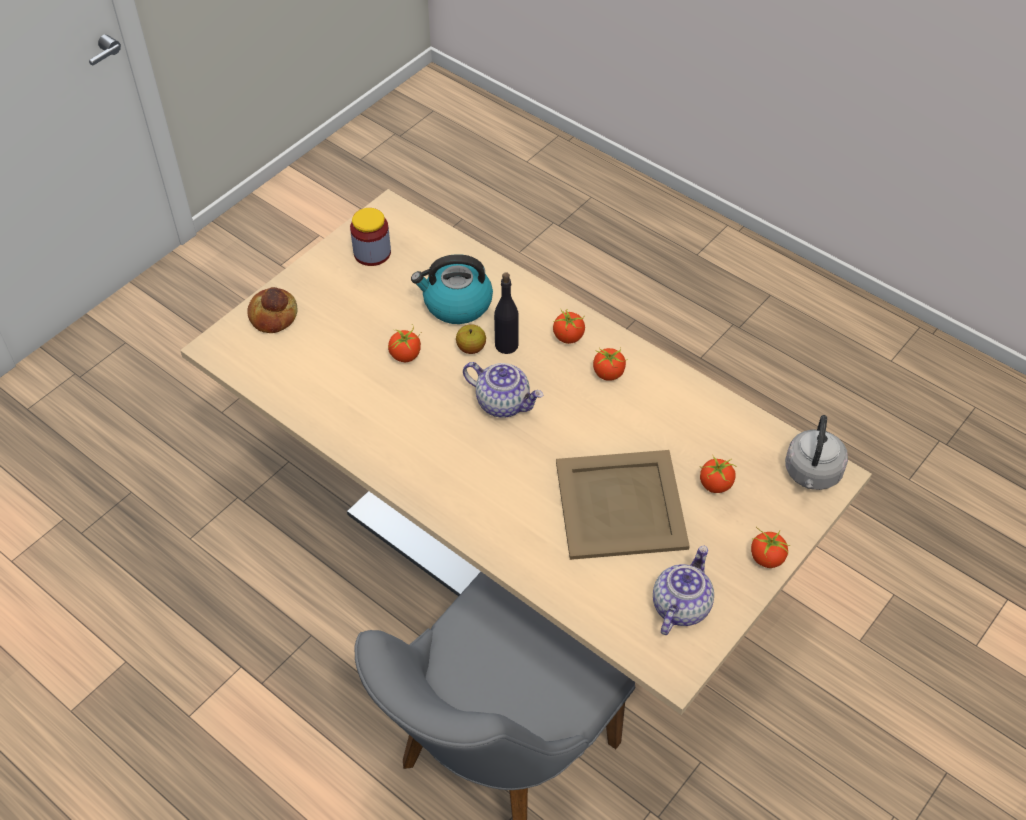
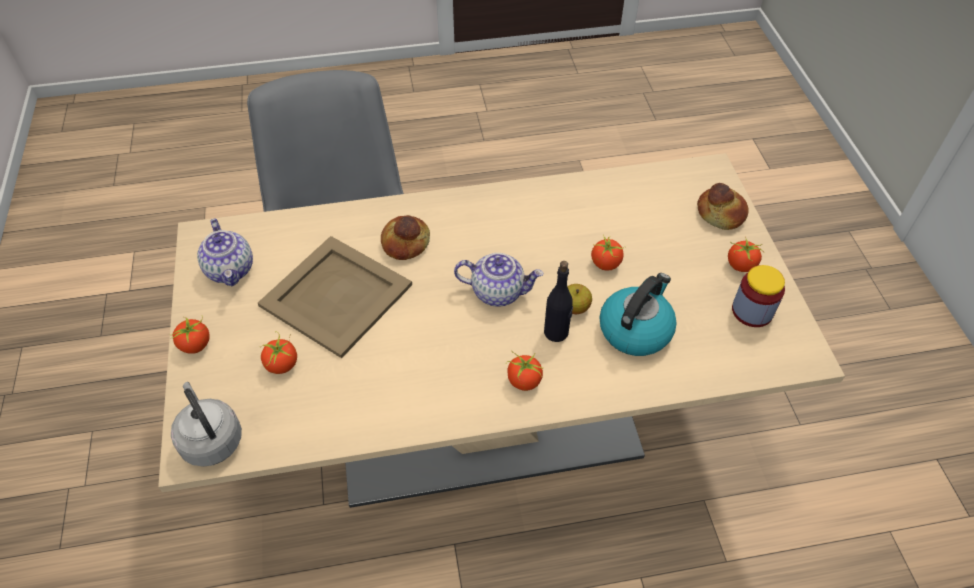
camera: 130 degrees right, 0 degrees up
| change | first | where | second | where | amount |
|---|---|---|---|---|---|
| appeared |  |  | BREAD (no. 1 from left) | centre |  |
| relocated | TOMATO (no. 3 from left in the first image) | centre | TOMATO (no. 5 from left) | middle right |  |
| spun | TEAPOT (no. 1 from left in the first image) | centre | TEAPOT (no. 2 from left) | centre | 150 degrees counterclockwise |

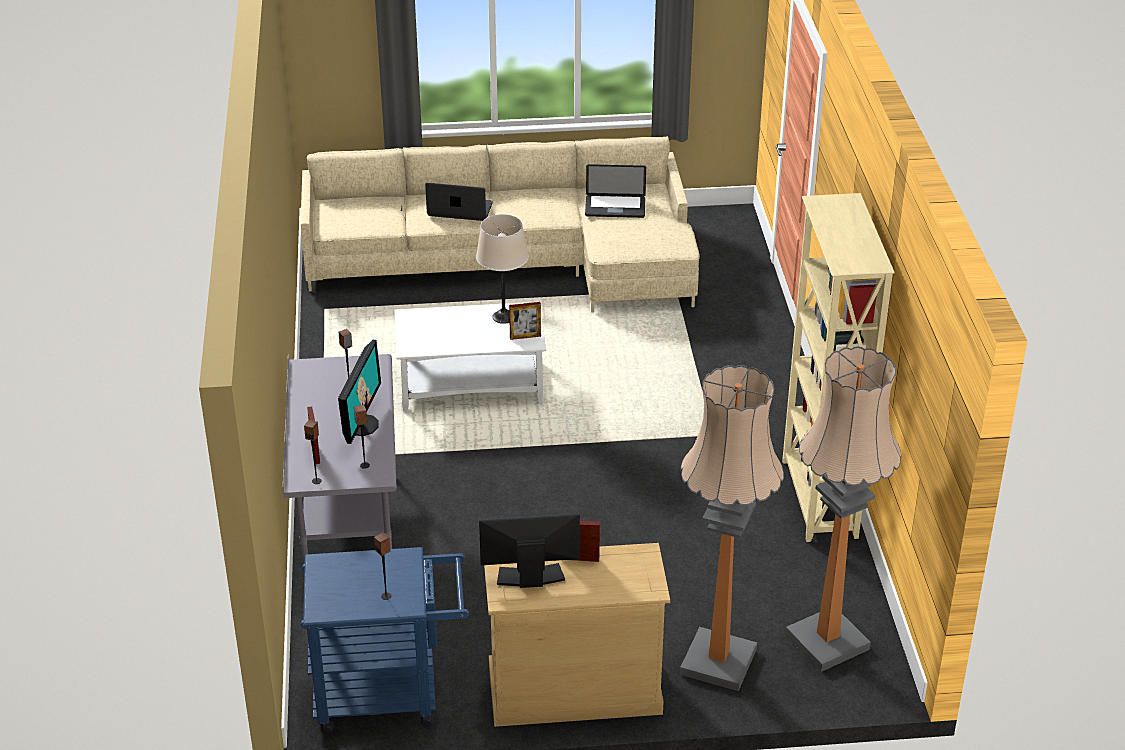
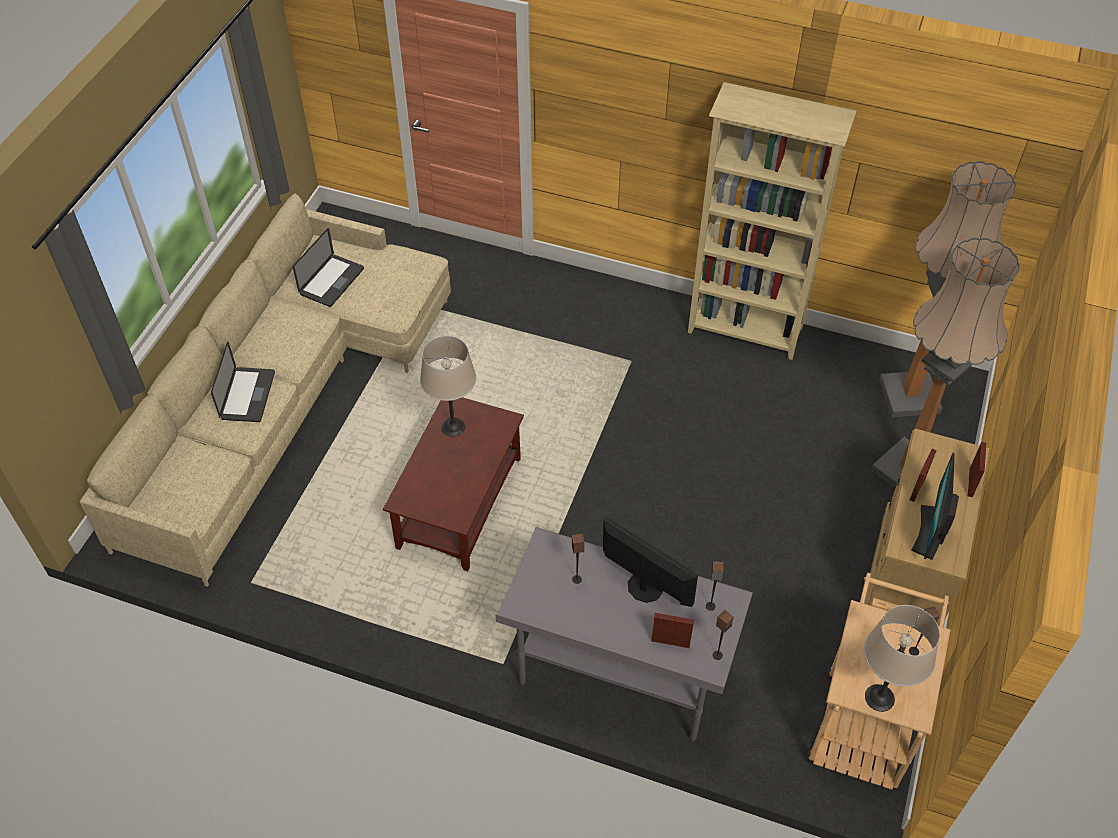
camera: 65 degrees left, 15 degrees up
| change | first | where | second | where | amount |
|---|---|---|---|---|---|
| appeared |  |  | BEIGE TABLE LAMP (no. 2 from left) | bottom right |  |
| relocated | PICTURE FRAME (no. 2 from left in the first image) | centre | PICTURE FRAME (no. 3 from left) | middle right |  |
| colour | BLUE CART | bottom centre | BEIGE CART | bottom right |  |
| colour | WHITE COFFEE TABLE | centre | BROWN COFFEE TABLE | centre |  |
| spun | LAPTOP (no. 1 from left) | top centre |  | middle left | 150 degrees clockwise |

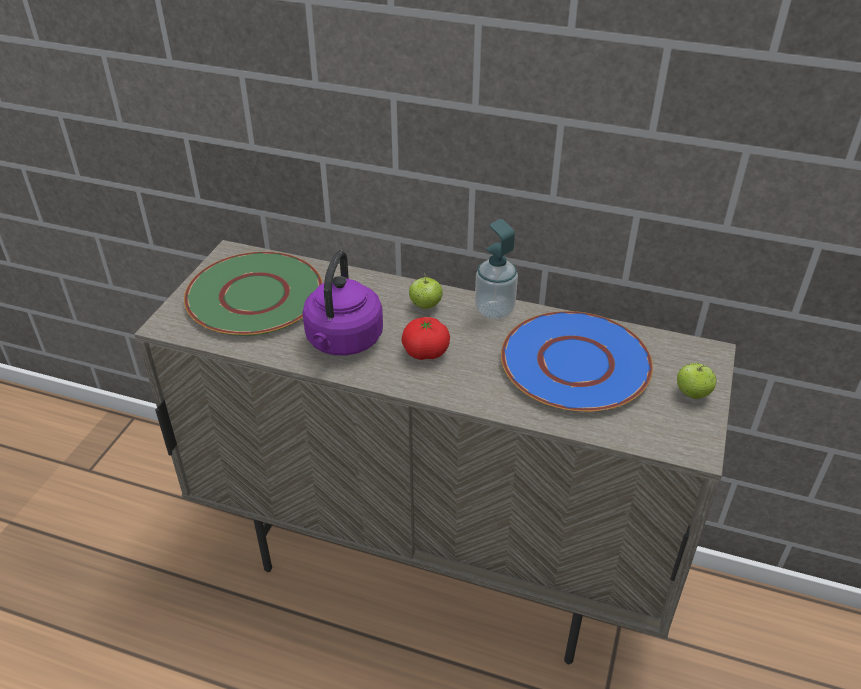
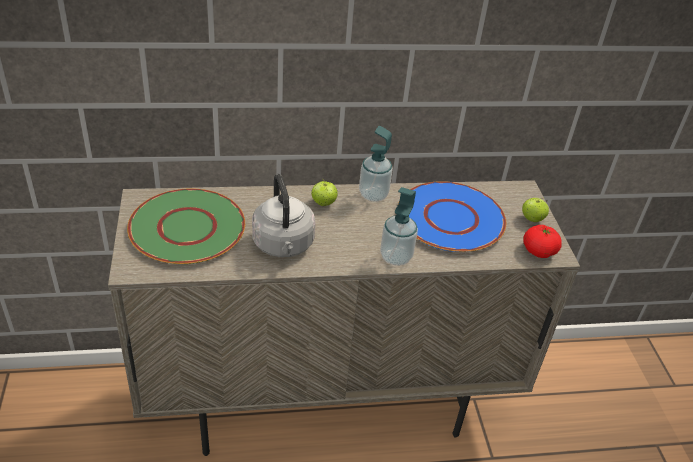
camera: 30 degrees left, 0 degrees up
| change | first | where | second | where | amount |
|---|---|---|---|---|---|
| appeared |  |  | SOAP DISPENSER (no. 2 from left) | centre |  |
| relocated | TOMATO | centre |  | middle right |  |
| colour | PURPLE KETTLE | centre | GREY KETTLE | centre |  |

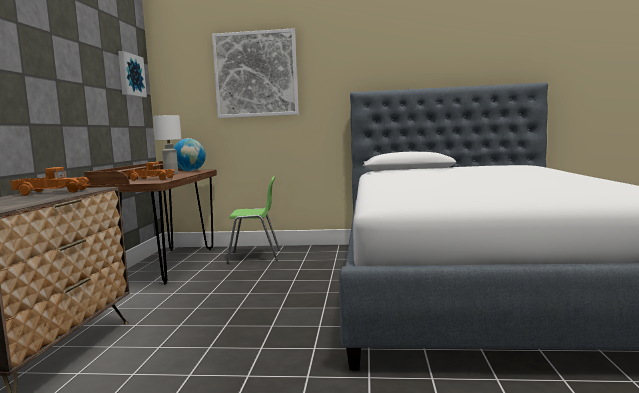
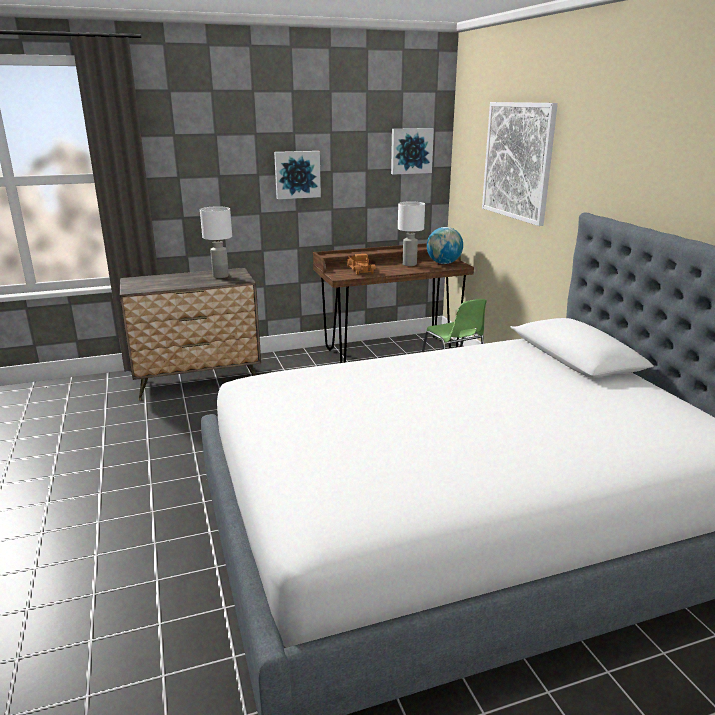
camera: 65 degrees right, 15 degrees up
| change | first | where | second | where | amount |
|---|---|---|---|---|---|
| appeared |  |  | PICTURE (no. 1 from left) | top centre |  |
| exchanged | TOY TRUCK (no. 1 from left) | middle left | WHITE TABLE LAMP (no. 1 from left) | middle left |  |

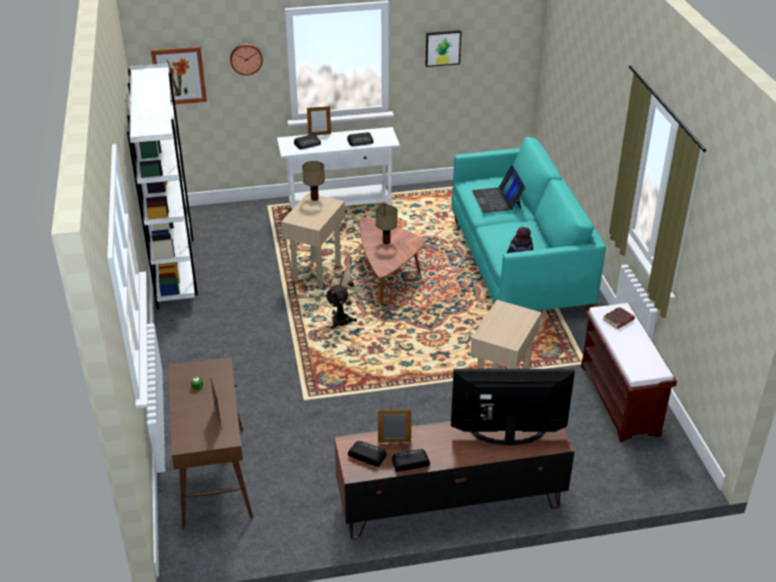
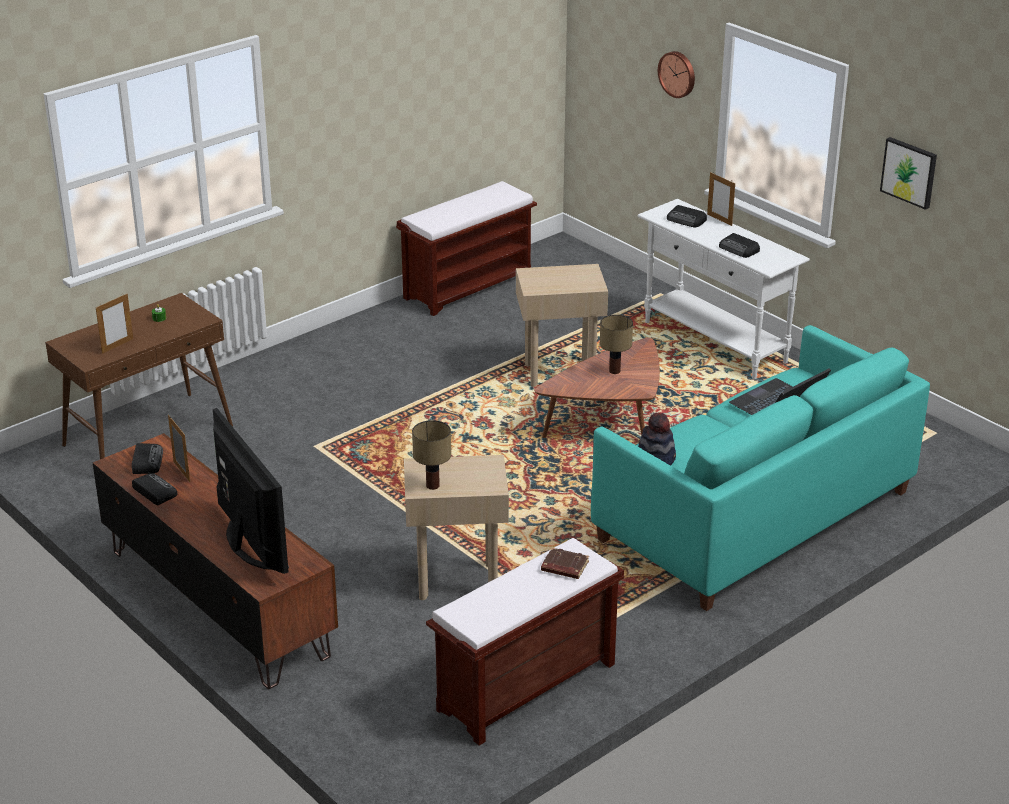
camera: 60 degrees right, 5 degrees down
| change | first | where | second | where | amount |
|---|---|---|---|---|---|
| missing | PICTURE (no. 1 from left) | top left |  |  |  |
| missing | BEIGE FAN | centre |  |  |  |
| relocated | TABLE LAMP (no. 1 from left) | top centre |  | centre |  |
| exchanged | WHITE BOOKCASE | top left | BROWN BENCH (no. 1 from left) | top centre |  |

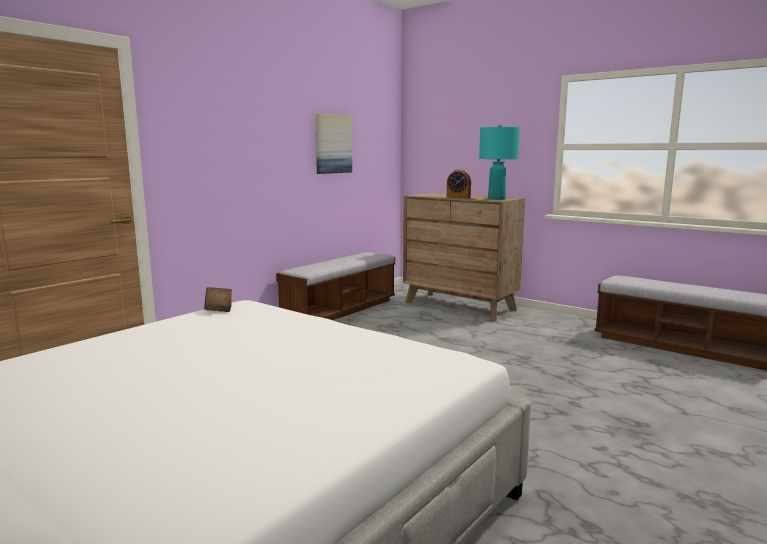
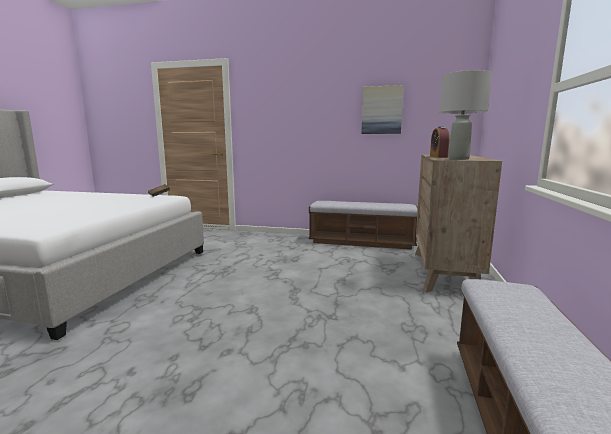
camera: 65 degrees right, 0 degrees up
| change | first | where | second | where | amount |
|---|---|---|---|---|---|
| colour | TURQUOISE TABLE LAMP | top centre | GREY TABLE LAMP | top right |  |

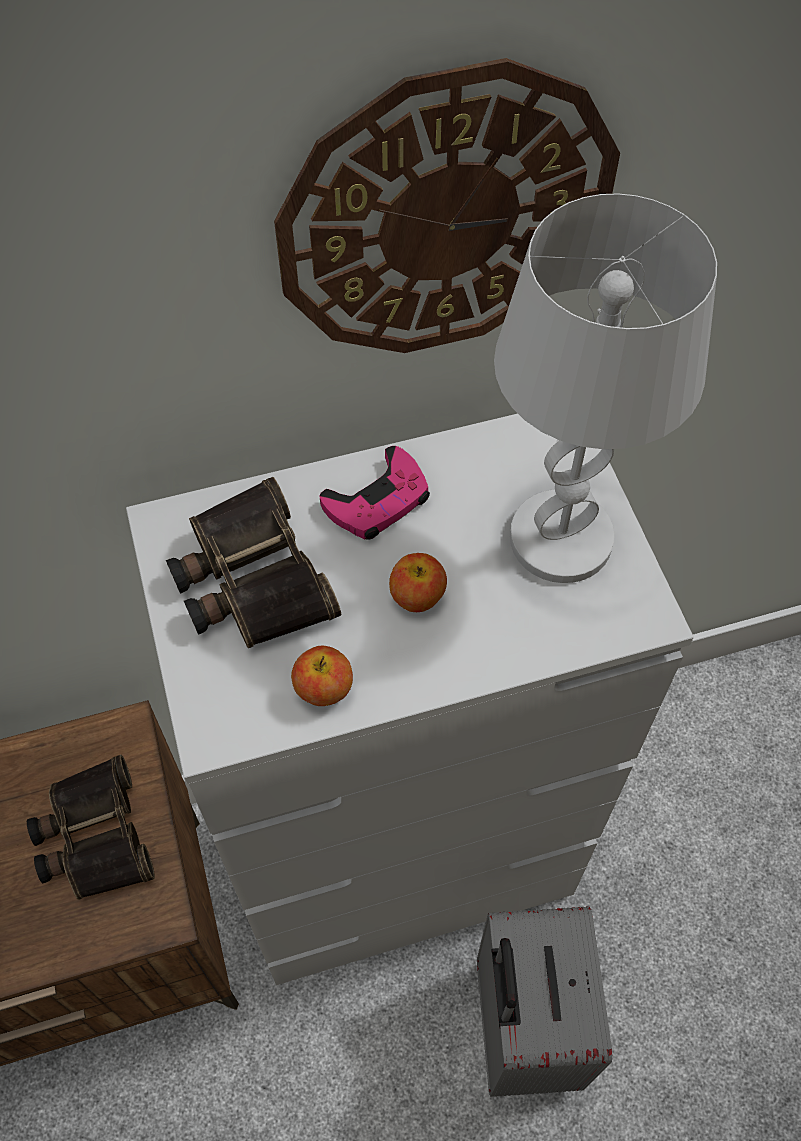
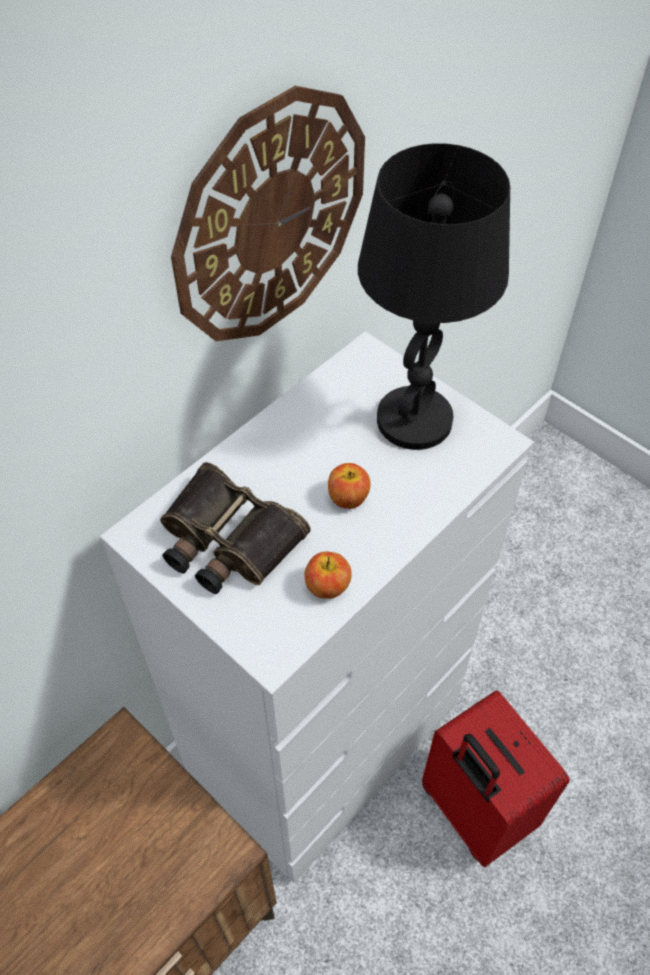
camera: 30 degrees left, 5 degrees down
| change | first | where | second | where | amount |
|---|---|---|---|---|---|
| missing | BINOCULARS (no. 1 from left) | bottom left |  |  |  |
| missing | PINK GAME CONTROLLER | centre |  |  |  |
| colour | GREY SUITCASE | bottom right | RED SUITCASE | bottom right |  |
| colour | WHITE TABLE LAMP | middle right | BLACK TABLE LAMP | top right |  |

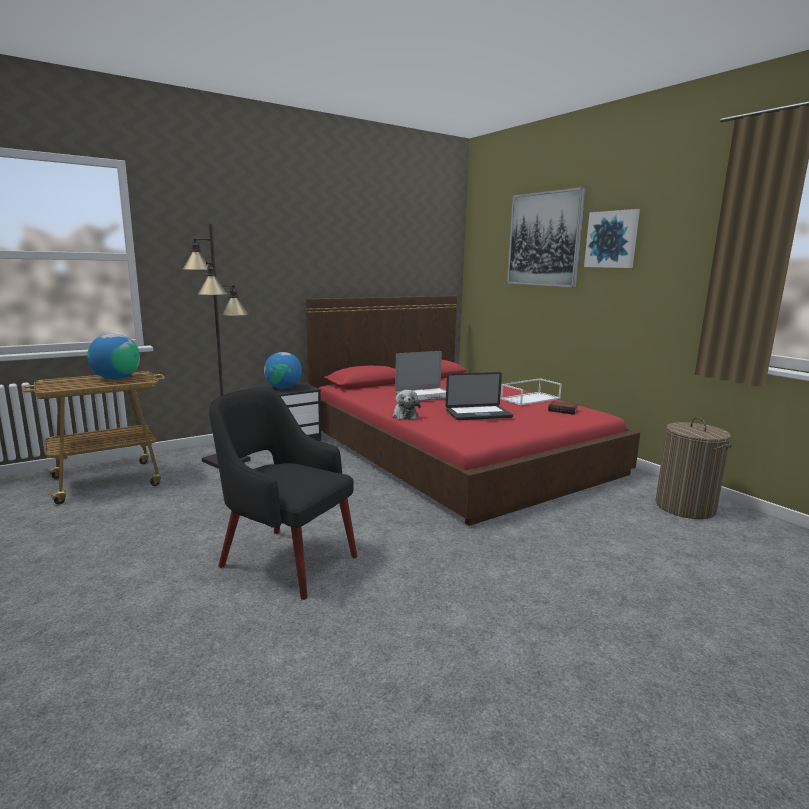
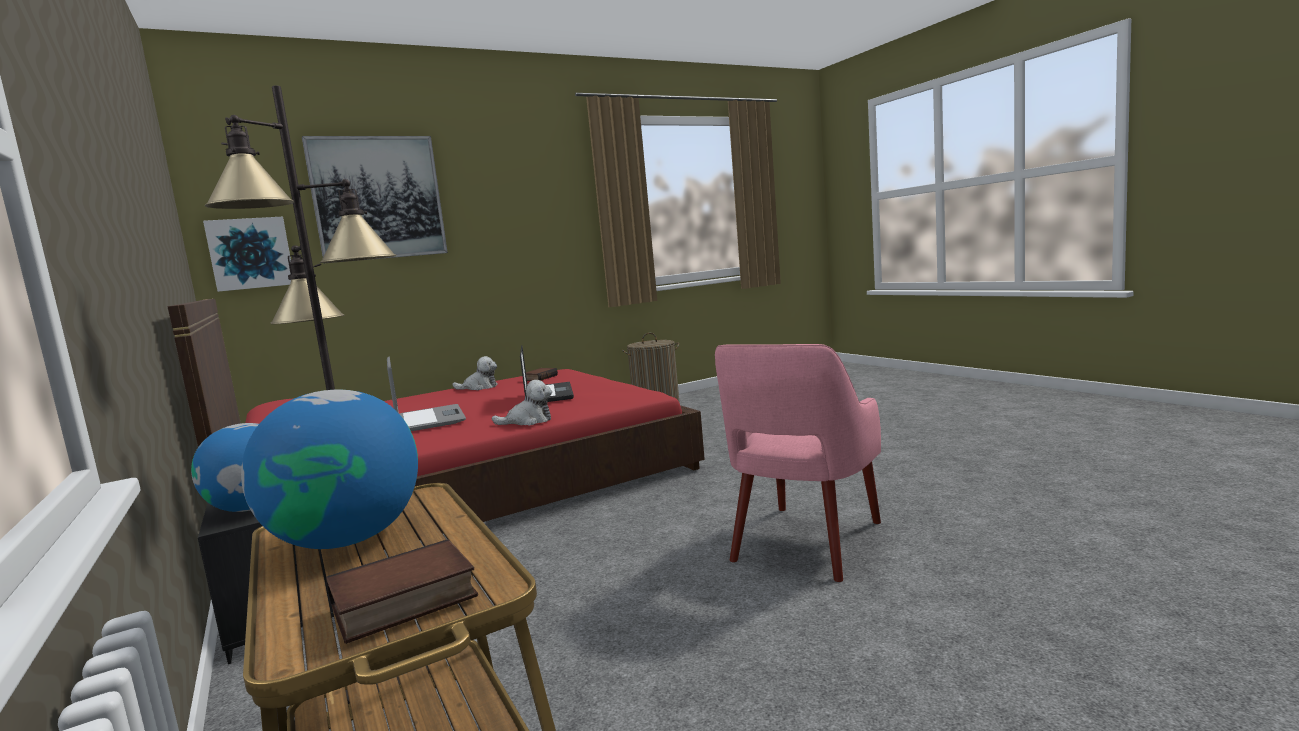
camera: 85 degrees left, 5 degrees down
| change | first | where | second | where | amount |
|---|---|---|---|---|---|
| appeared |  |  | BOOK (no. 1 from left) | bottom left |  |
| relocated | PICTURE (no. 2 from left in the first image) | top right | PICTURE (no. 1 from left) | middle left |  |
| exchanged | WHITE TRAY | centre | PLUSH TOY (no. 1 from left) | centre |  |
| colour | BLACK ARMCHAIR | centre | PINK ARMCHAIR | centre |  |

